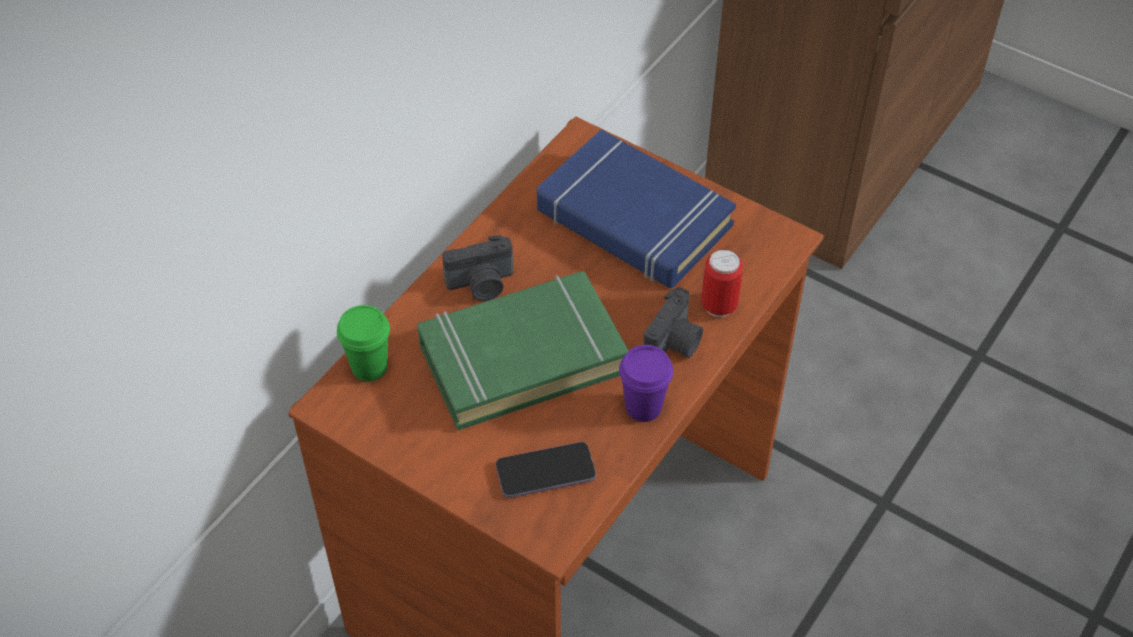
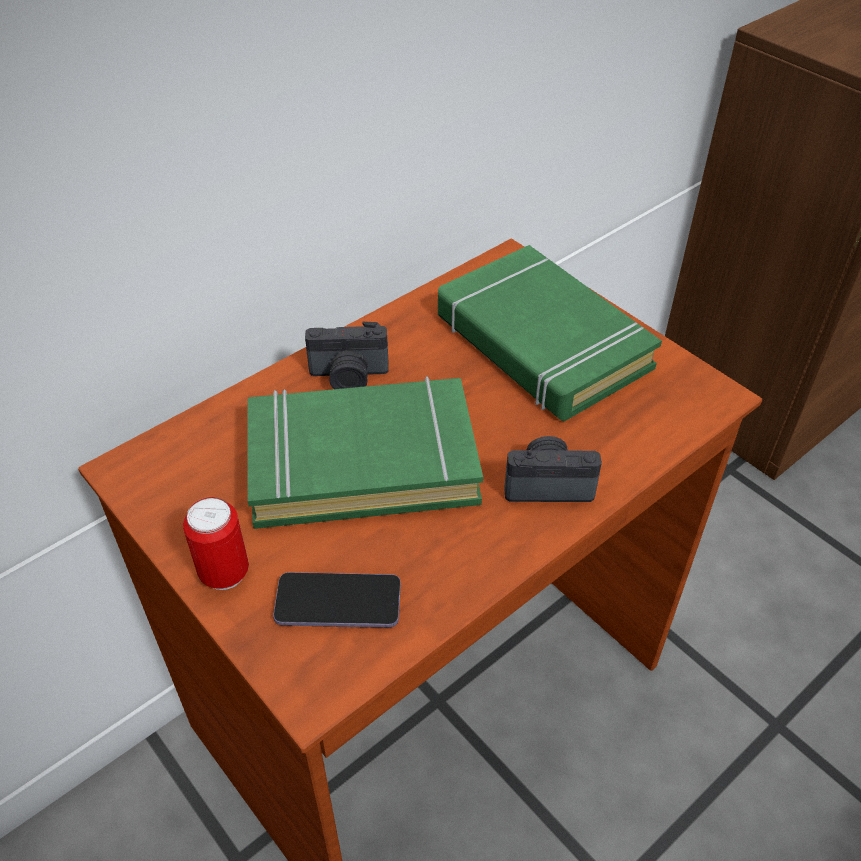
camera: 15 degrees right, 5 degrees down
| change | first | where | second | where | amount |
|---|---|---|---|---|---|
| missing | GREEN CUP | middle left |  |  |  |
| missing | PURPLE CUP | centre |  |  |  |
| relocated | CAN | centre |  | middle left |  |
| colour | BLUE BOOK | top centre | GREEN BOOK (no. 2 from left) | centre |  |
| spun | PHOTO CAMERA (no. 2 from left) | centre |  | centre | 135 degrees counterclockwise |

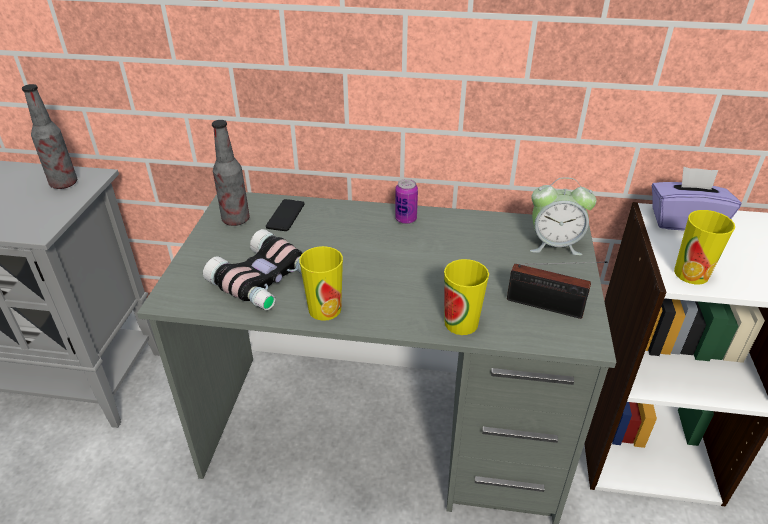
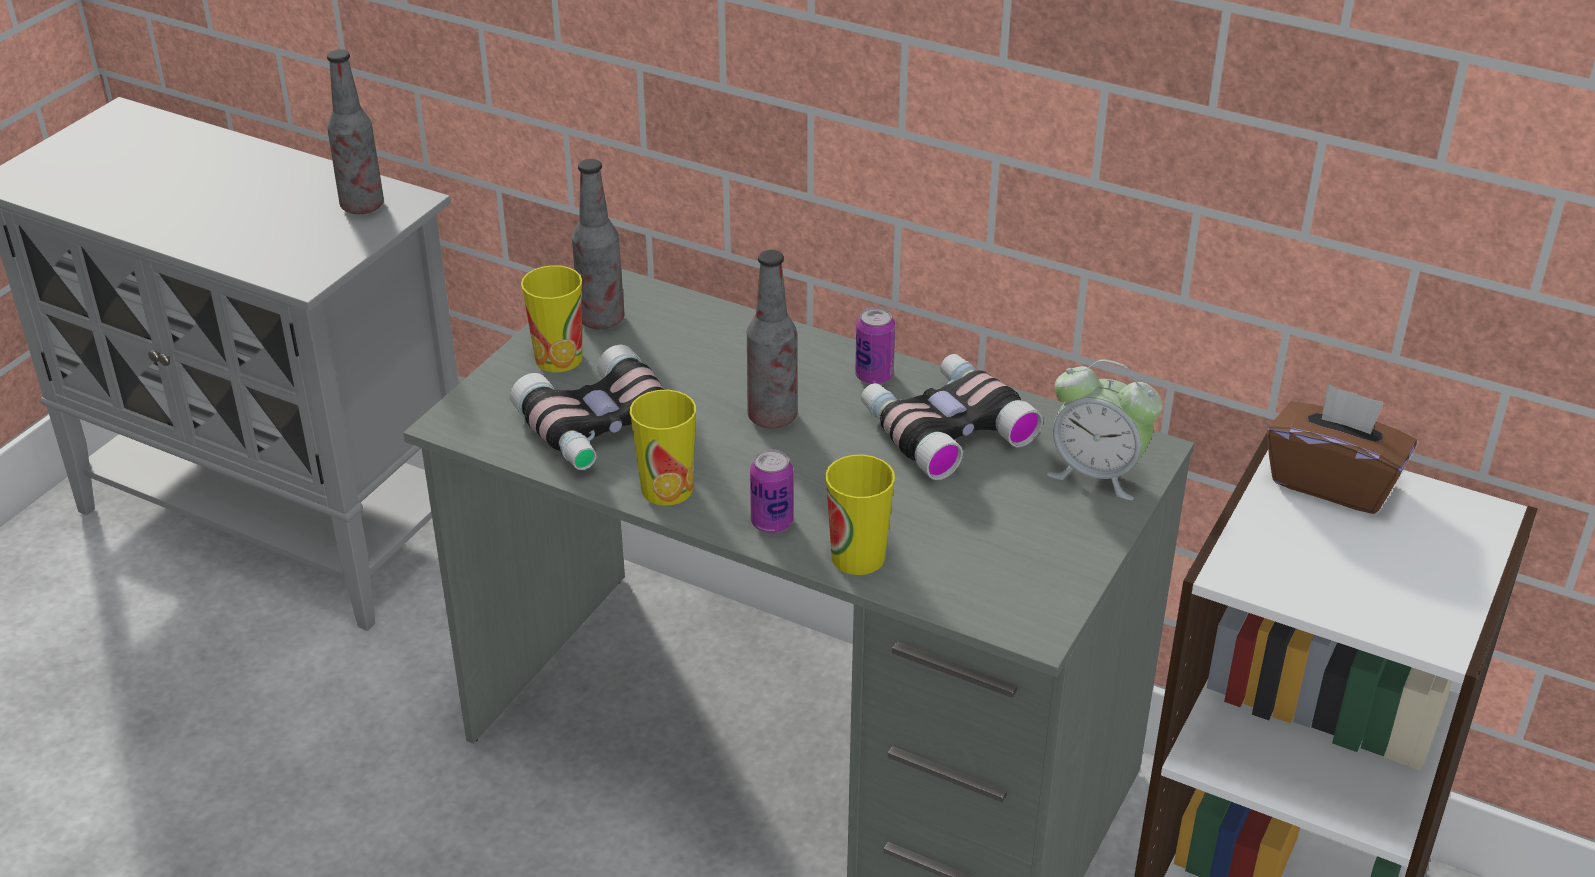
camera: 20 degrees right, 0 degrees up
| change | first | where | second | where | amount |
|---|---|---|---|---|---|
| missing | PHONE | centre |  |  |  |
| missing | RADIO | middle right |  |  |  |
| appeared |  |  | BOTTLE (no. 3 from left) | centre |  |
| appeared |  |  | CAN (no. 1 from left) | centre |  |
| appeared |  |  | BINOCULARS (no. 2 from left) | centre |  |
| relocated | CUP (no. 3 from left in the first image) | middle right | CUP (no. 1 from left) | centre |  |
| colour | PURPLE TISSUE BOX | middle right | BROWN TISSUE BOX | middle right |  |

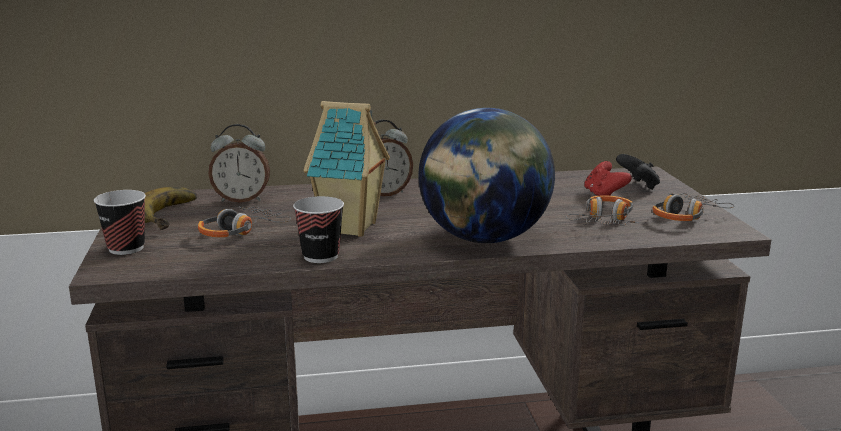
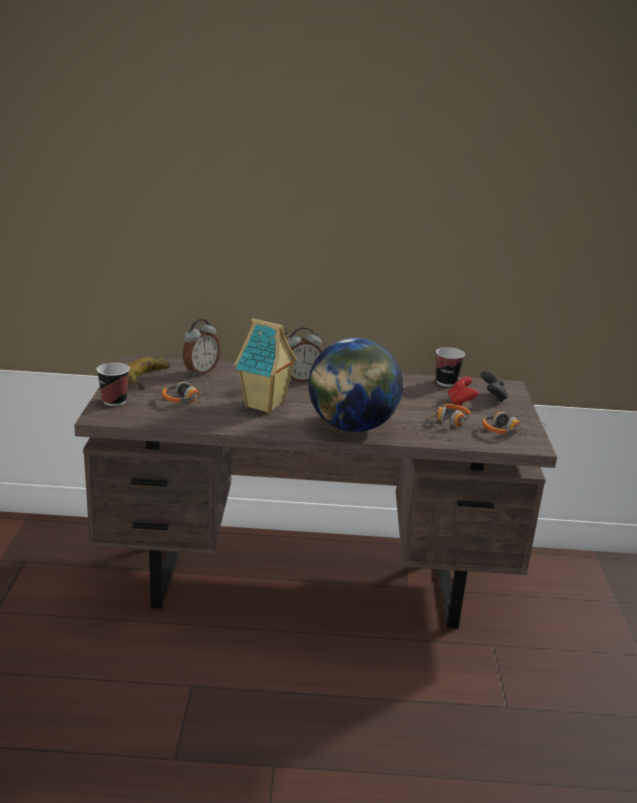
camera: 10 degrees right, 5 degrees up
| change | first | where | second | where | amount |
|---|---|---|---|---|---|
| relocated | CUP (no. 2 from left) | centre |  | middle right |  |
| spun | ALARM CLOCK (no. 1 from left) | middle left |  | middle left | 60 degrees counterclockwise |

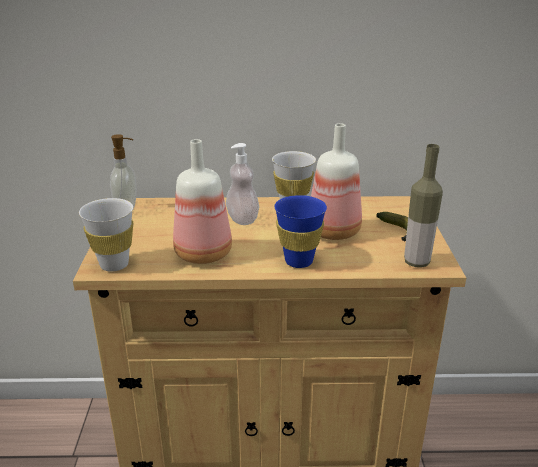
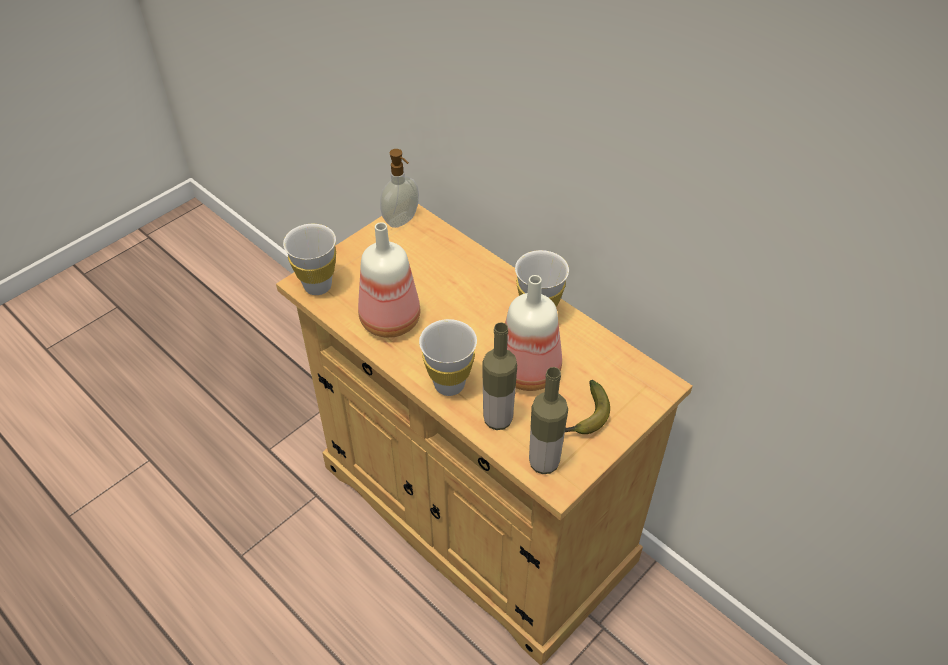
camera: 45 degrees right, 20 degrees up
| change | first | where | second | where | amount |
|---|---|---|---|---|---|
| missing | SOAP DISPENSER (no. 2 from left) | centre |  |  |  |
| appeared |  |  | BOTTLE (no. 2 from left) | centre |  |
| colour | BLUE CUP | centre | WHITE CUP (no. 2 from left) | centre |  |

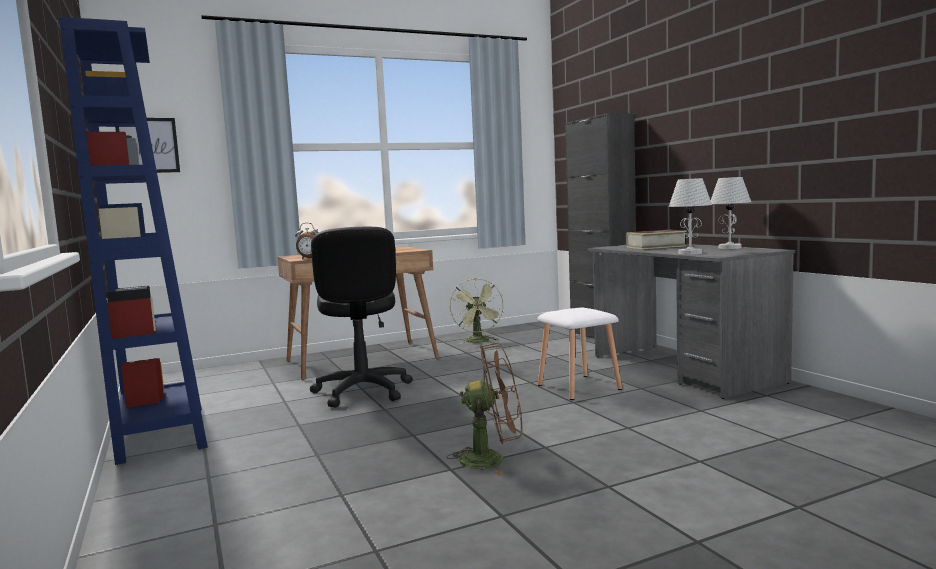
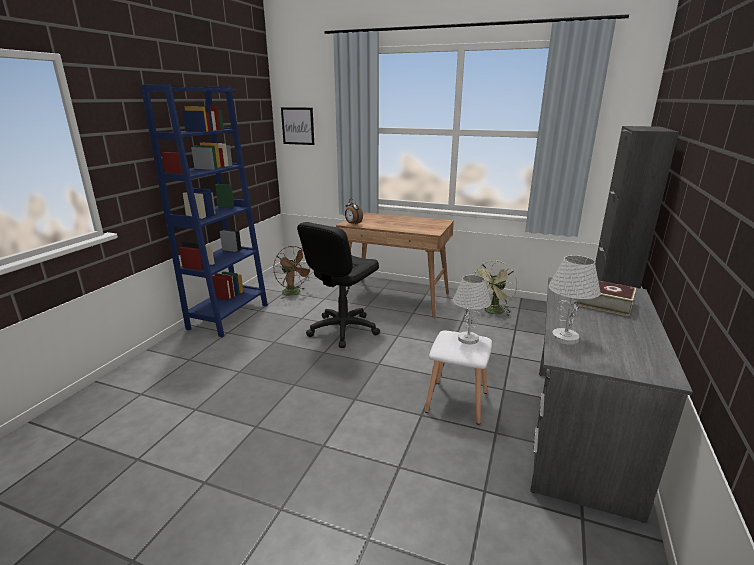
camera: 45 degrees right, 15 degrees up
| change | first | where | second | where | amount |
|---|---|---|---|---|---|
| relocated | BROWN FAN | bottom centre |  | centre |  |
| relocated | WHITE TABLE LAMP (no. 2 from left in the first image) | middle right | WHITE TABLE LAMP (no. 1 from left) | centre |  |

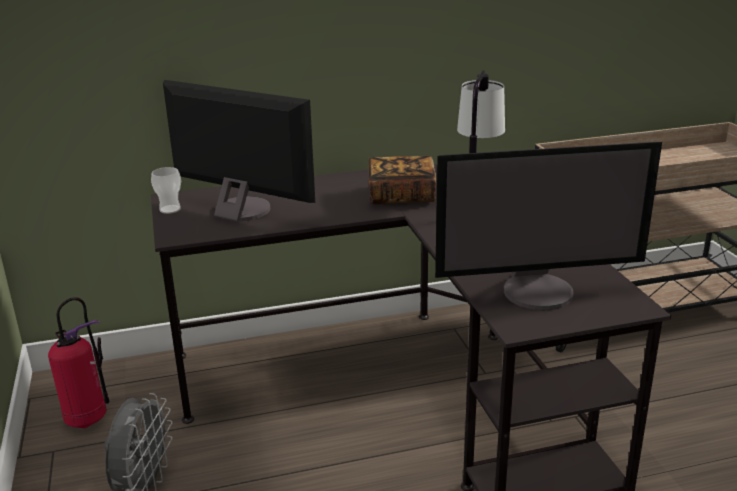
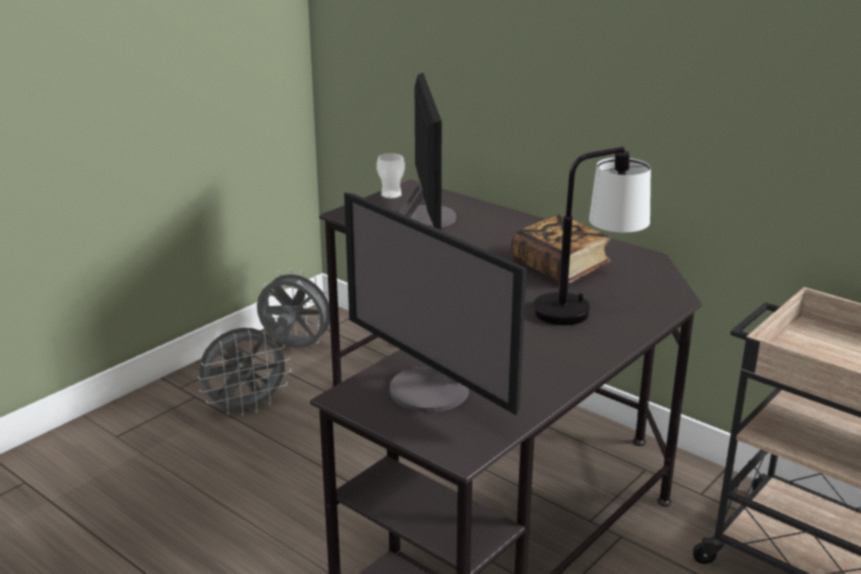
camera: 55 degrees right, 0 degrees up
| change | first | where | second | where | amount |
|---|---|---|---|---|---|
| exchanged | FIRE EXTINGUISHER | bottom left | GREY FAN (no. 2 from left) | centre |  |

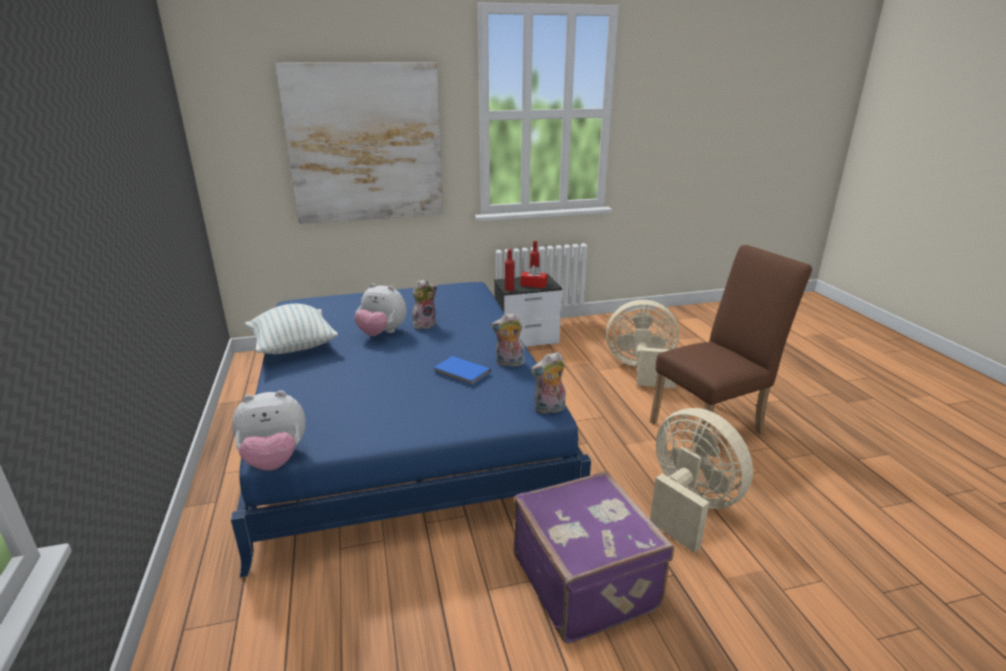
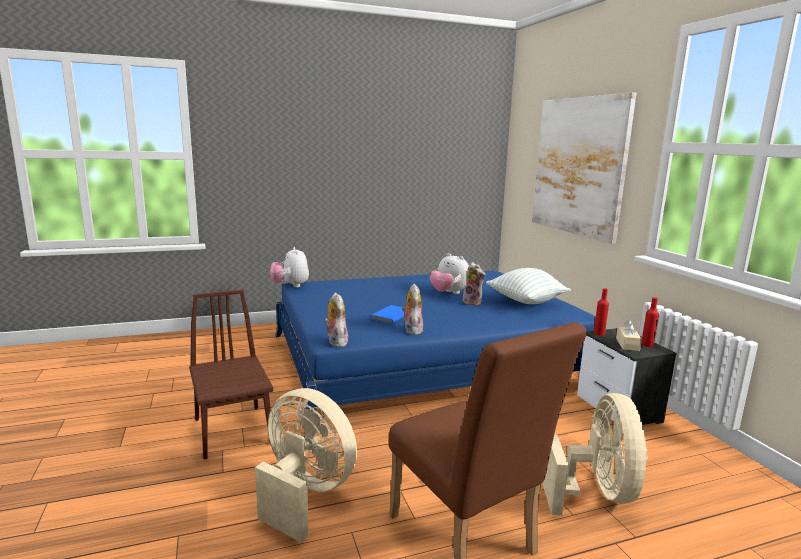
camera: 85 degrees right, 10 degrees down
| change | first | where | second | where | amount |
|---|---|---|---|---|---|
| relocated | PILLOW | middle left |  | centre |  |
| exchanged | PURPLE SUITCASE | bottom centre | BROWN CHAIR (no. 1 from left) | bottom left |  |
| colour | RED TISSUE BOX | centre | BEIGE TISSUE BOX | middle right |  |
| spun | PLUSH TOY (no. 2 from left in the first image) | centre | PLUSH TOY (no. 4 from left) | centre | 60 degrees counterclockwise |
| spun | BEIGE FAN (no. 2 from left in the first image) | bottom right | BEIGE FAN (no. 1 from left) | bottom centre | 105 degrees counterclockwise |

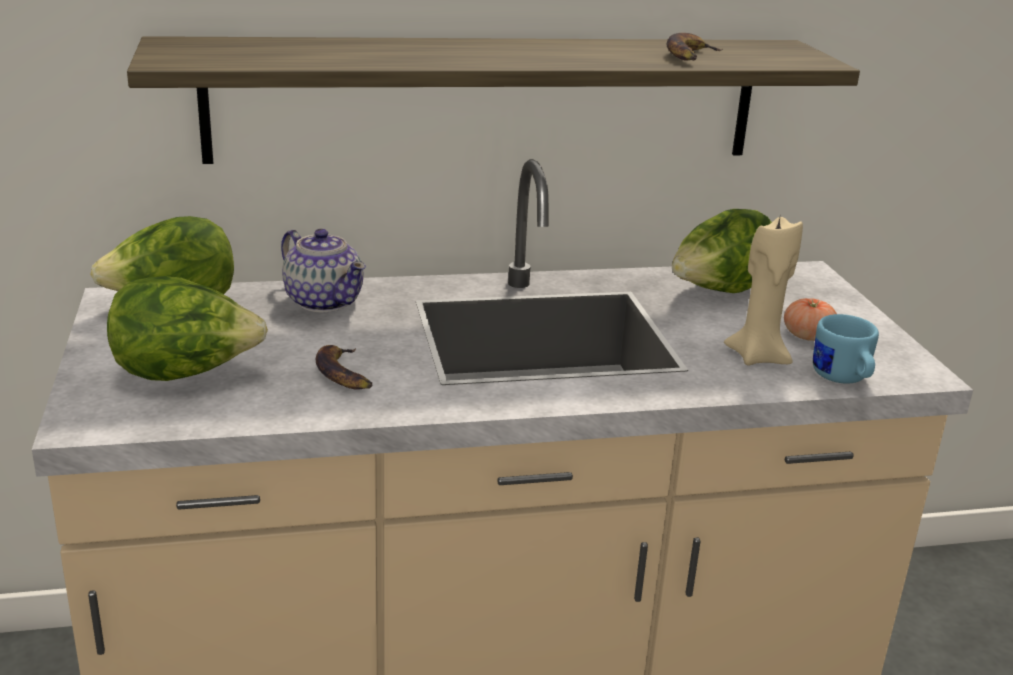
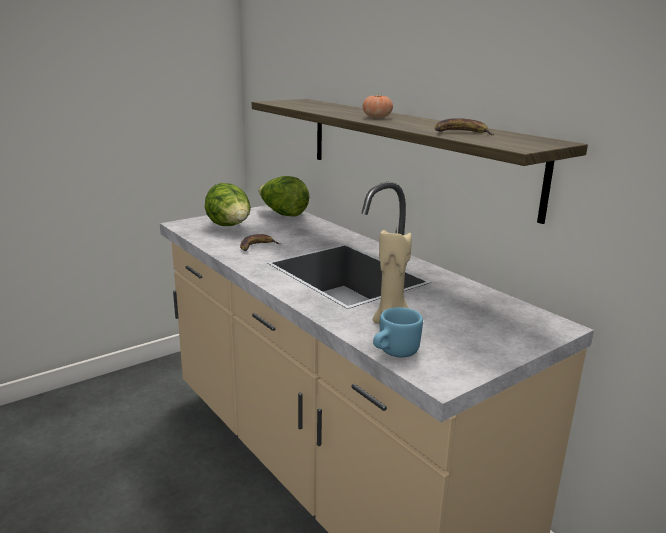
camera: 65 degrees right, 5 degrees down
| change | first | where | second | where | amount |
|---|---|---|---|---|---|
| missing | TEAPOT | middle left |  |  |  |
| missing | LETTUCE (no. 3 from left) | middle right |  |  |  |
| relocated | TOMATO | middle right |  | top centre |  |

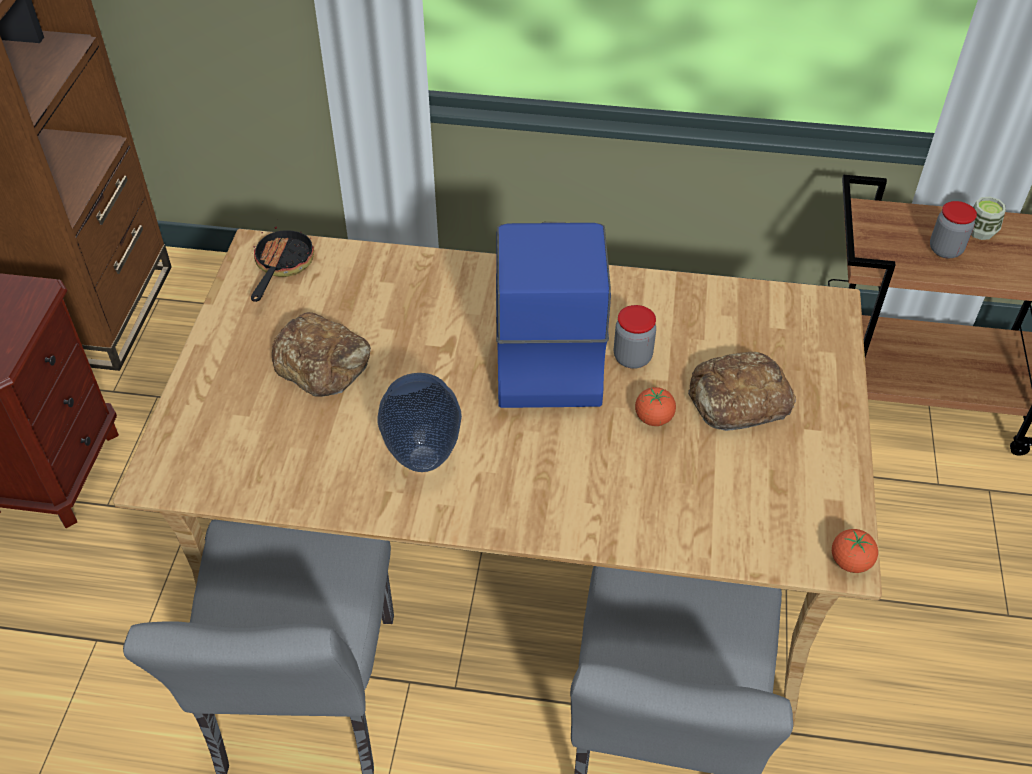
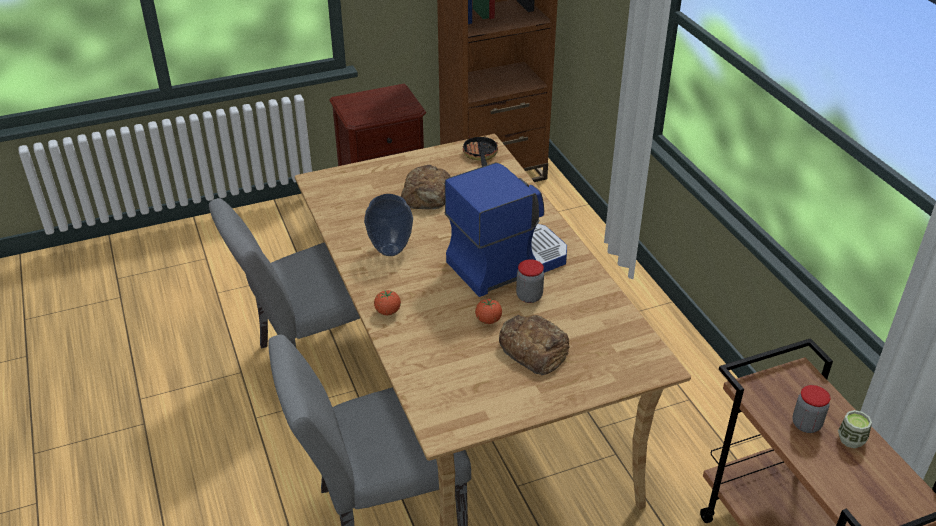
camera: 60 degrees right, 10 degrees down
| change | first | where | second | where | amount |
|---|---|---|---|---|---|
| relocated | TOMATO (no. 2 from left in the first image) | bottom right | TOMATO (no. 1 from left) | centre |  |
| spun | FRYING PAN | middle left |  | top centre | 75 degrees counterclockwise |

